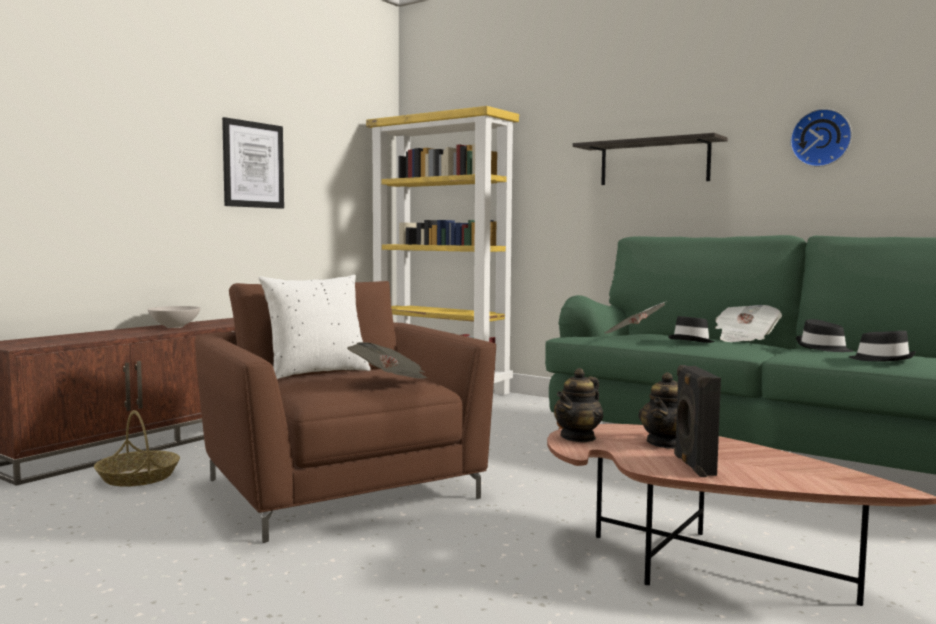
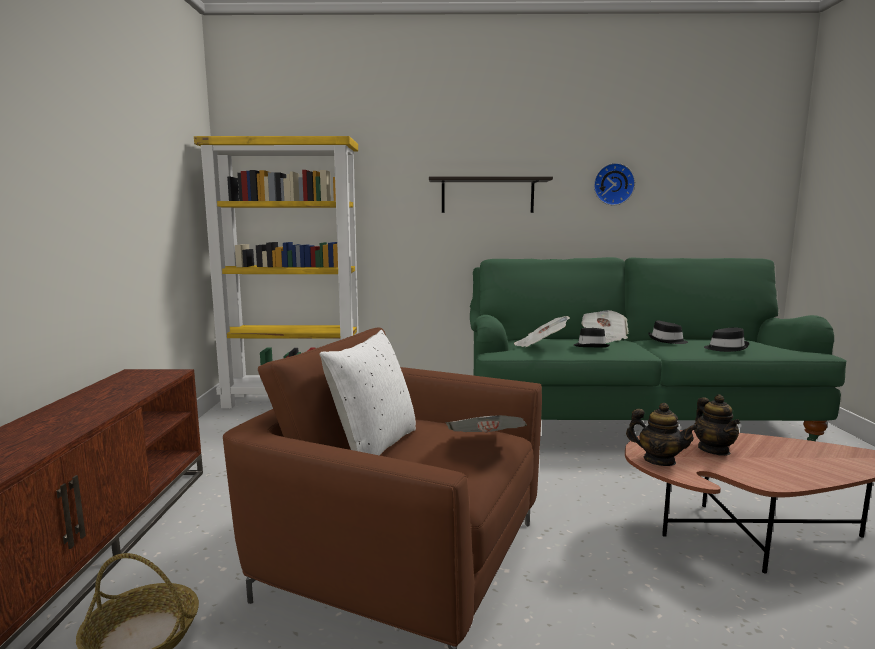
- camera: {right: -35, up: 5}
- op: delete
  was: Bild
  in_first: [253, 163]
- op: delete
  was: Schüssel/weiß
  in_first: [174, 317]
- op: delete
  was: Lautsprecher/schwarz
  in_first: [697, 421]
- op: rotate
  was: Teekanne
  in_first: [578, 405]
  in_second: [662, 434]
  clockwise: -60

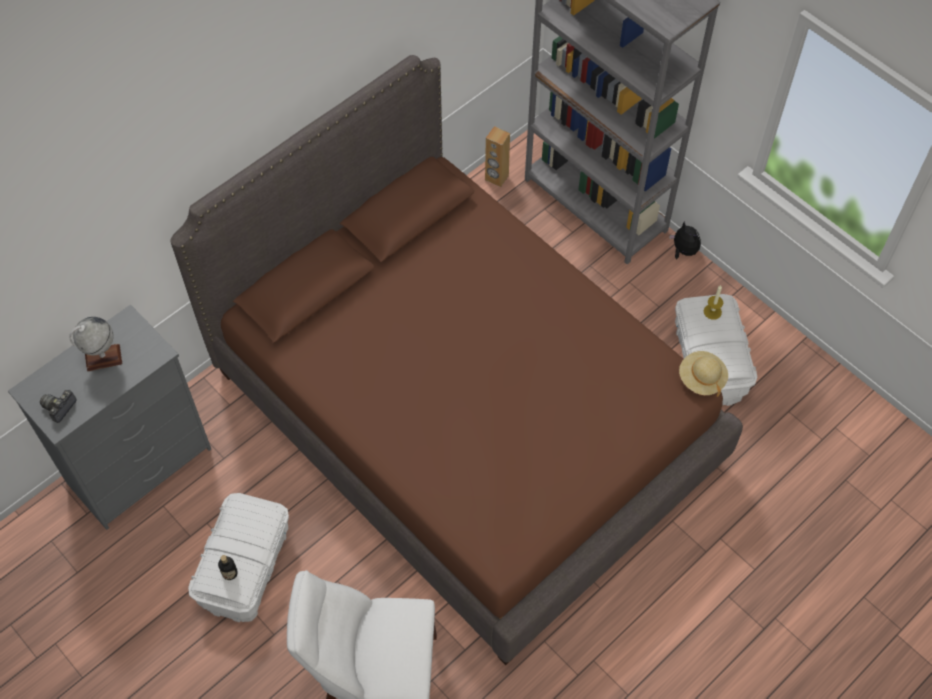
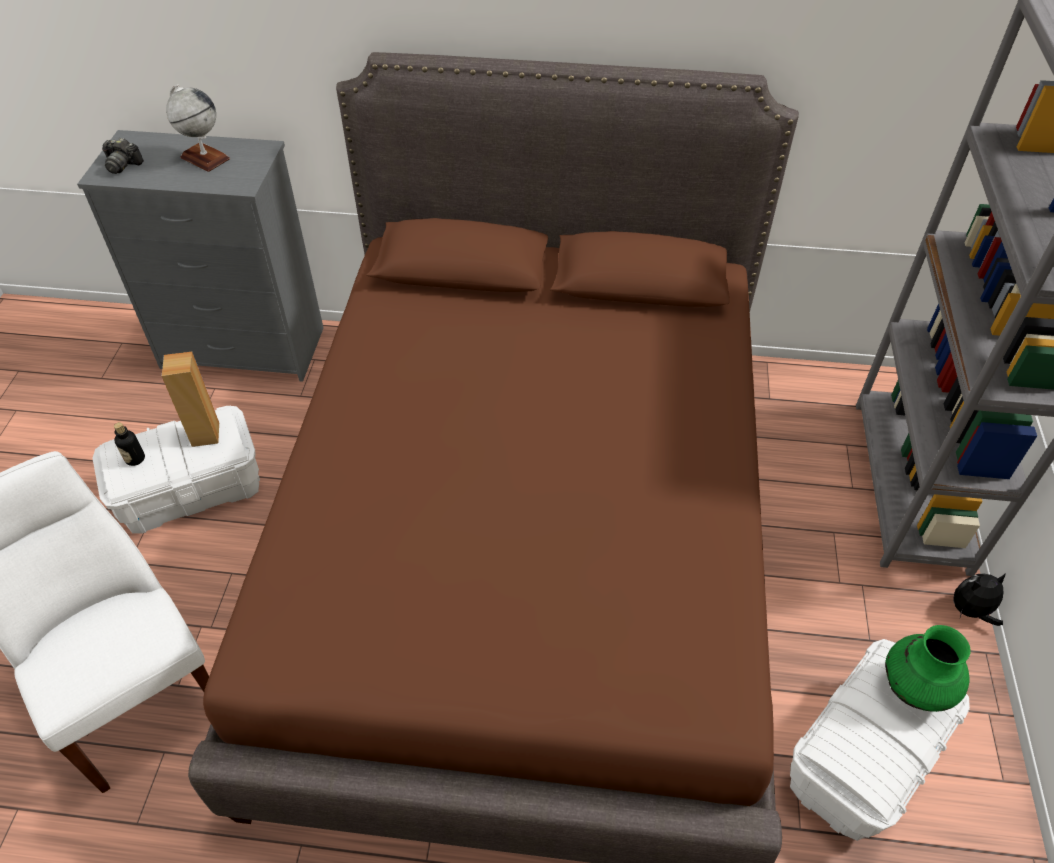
- camera: {right: 50, up: -10}
- op: move
  was: Lautsprecher/braun
  in_first: [497, 156]
  in_second: [190, 399]
- op: rotate
  was: Plüschtier
  in_first: [685, 240]
  in_second: [979, 599]
  clockwise: -120
- op: replace
  was: Kerze
  now: Vase/grün
  in_first: [713, 302]
  in_second: [928, 668]
- op: delete
  was: Hut/beige
  in_first: [703, 374]
- op: rotate
  was: Kamera
  in_first: [58, 406]
  in_second: [123, 156]
  clockwise: -150

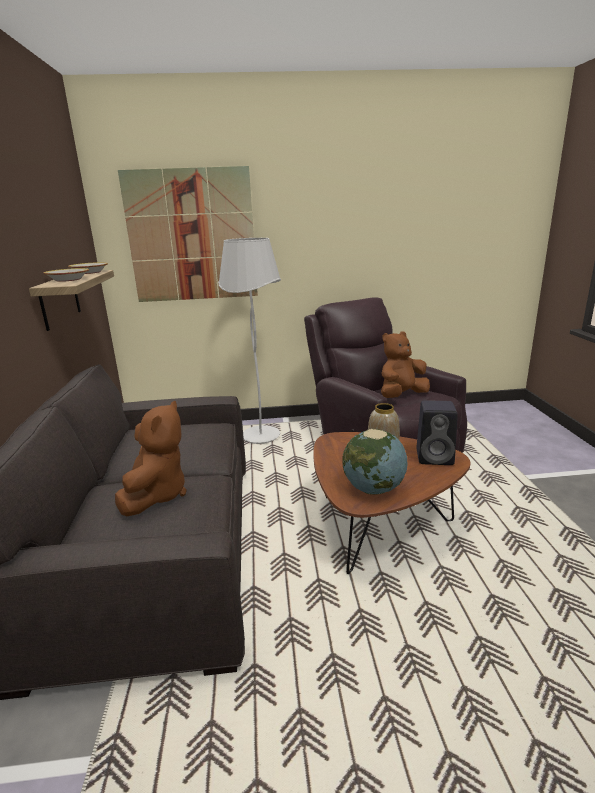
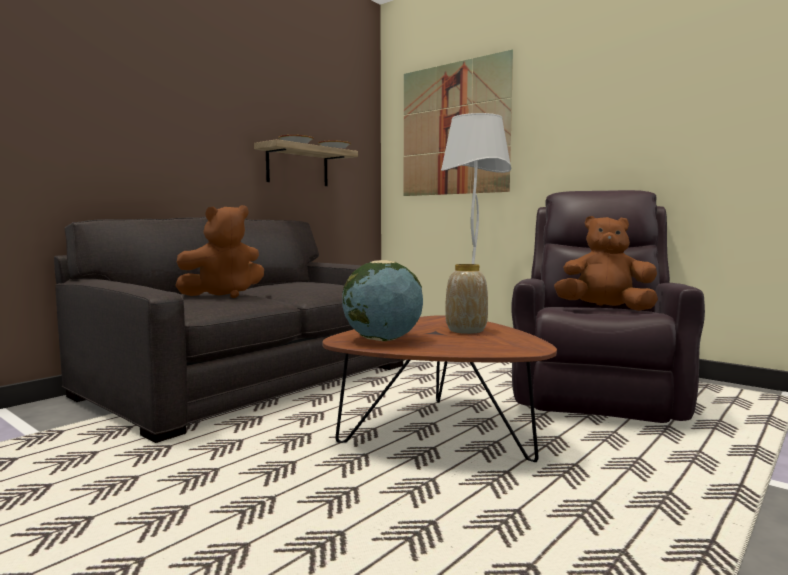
- camera: {right: 45, up: -15}
- op: delete
  was: Lautsprecher/schwarz
  in_first: [437, 432]

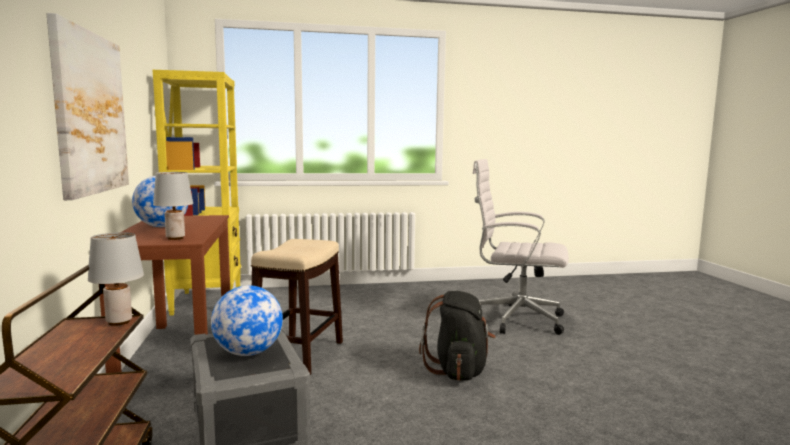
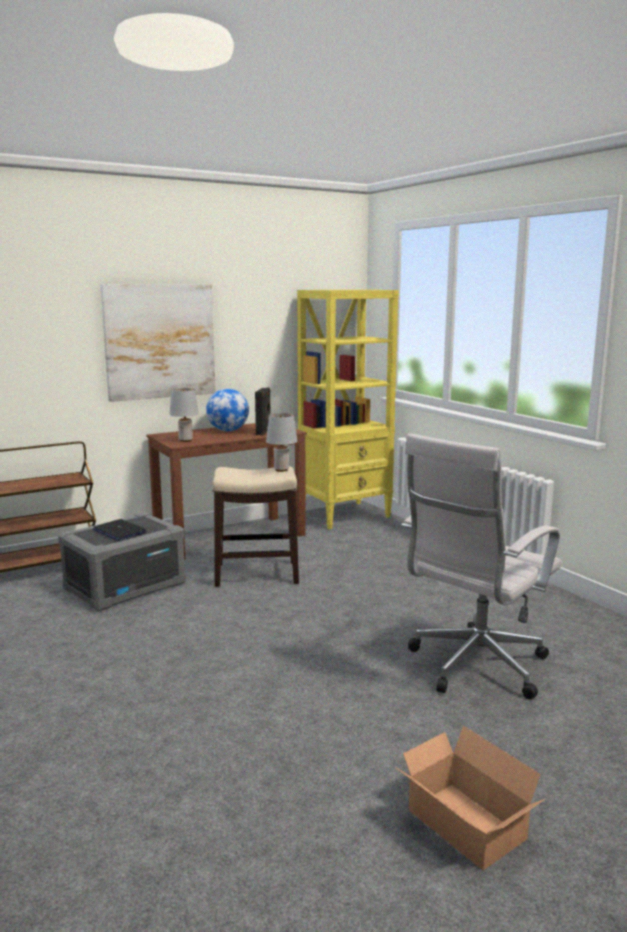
- camera: {right: 70, up: 5}
- op: rotate
  was: Bürostuhl/weiß
  in_first: [521, 247]
  in_second: [482, 566]
  clockwise: -135
- op: move
  was: Tischlampe/grau
  in_first: [116, 279]
  in_second: [281, 442]
- op: replace
  was: Globus
  now: Laptop
  in_first: [247, 320]
  in_second: [119, 530]
- op: delete
  was: Rucksack/schwarz
  in_first: [457, 336]
- op: insert
  now: Lautsprecher/schwarz
  in_second: [263, 412]
- op: insert
  now: Karton
  in_second: [470, 798]

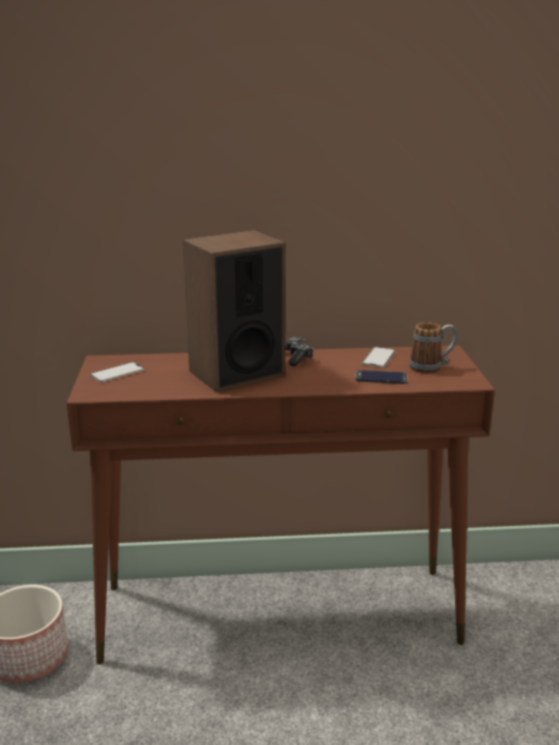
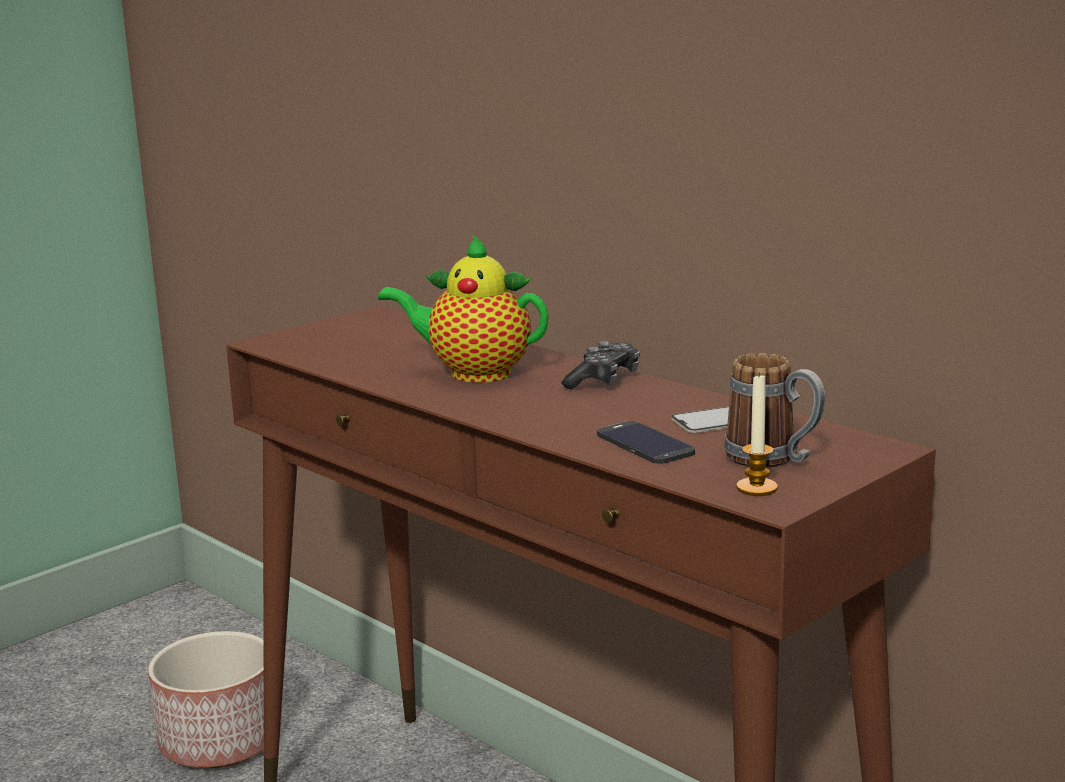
- camera: {right: 50, up: -5}
- op: replace
  was: Lautsprecher
  now: Teekanne
  in_first: [234, 311]
  in_second: [463, 309]
- op: delete
  was: Handy
  in_first: [117, 372]
- op: insert
  now: Kerze
  in_second: [757, 434]

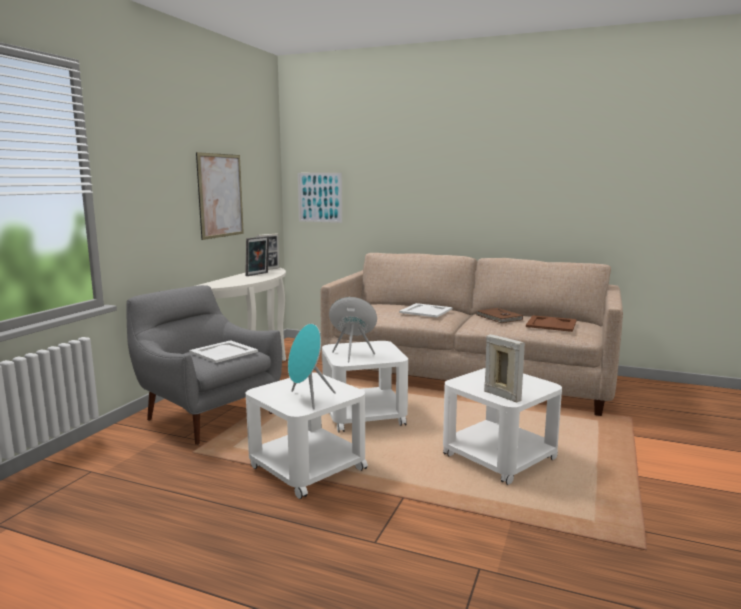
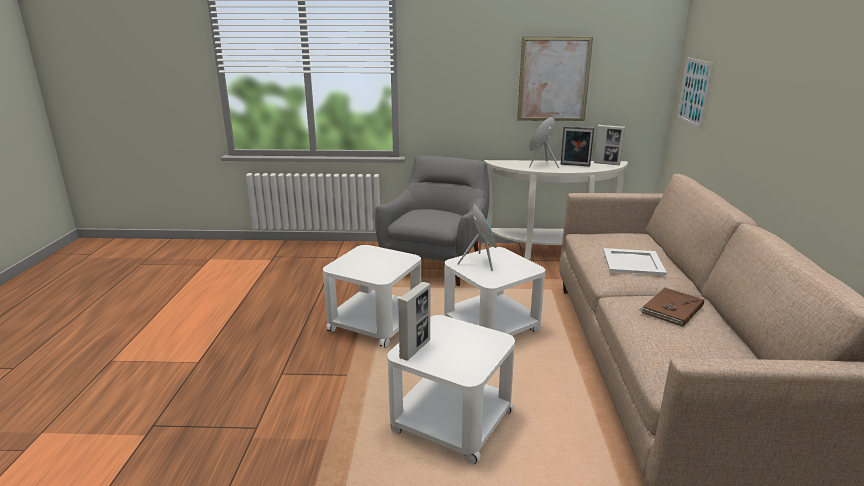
- camera: {right: 70, up: 10}
- op: delete
  was: Tablett/braun
  in_first: [551, 323]
- op: move
  was: Lautsprecher/türkis
  in_first: [312, 366]
  in_second: [544, 142]
- op: delete
  was: Tablett/weiß
  in_first: [223, 351]

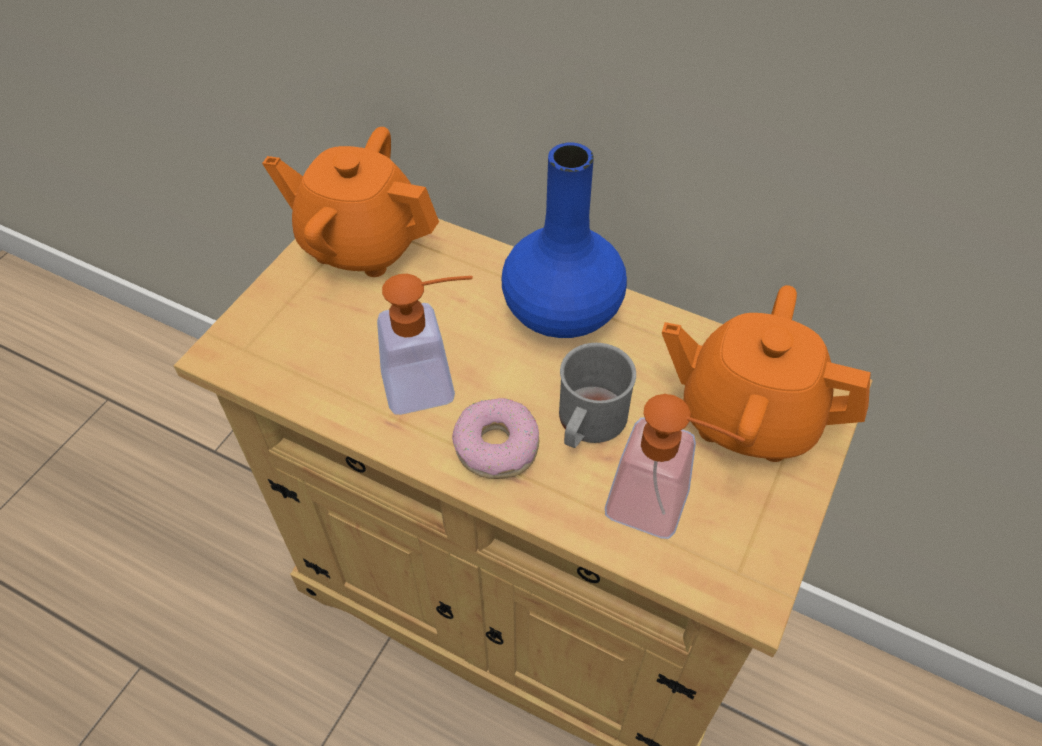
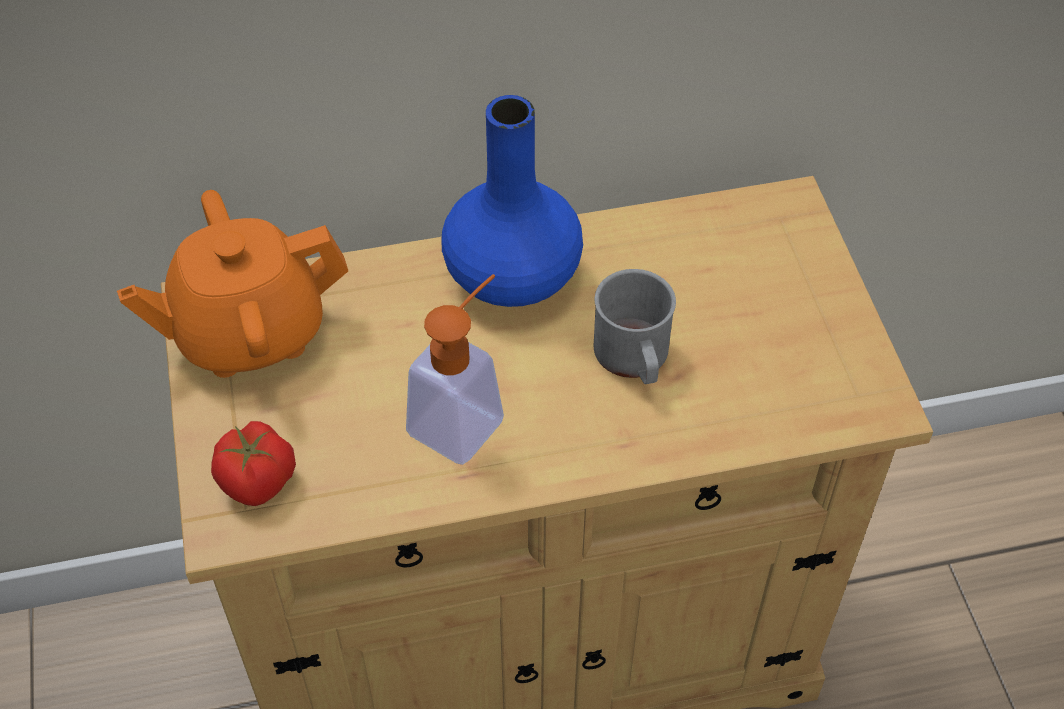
- camera: {right: -40, up: 0}
- op: delete
  was: Teekanne/orange
  in_first: [766, 373]
- op: delete
  was: Seifenspender
  in_first: [675, 466]
- op: delete
  was: Donut
  in_first: [495, 438]
- op: insert
  now: Tomate
  in_second: [253, 463]

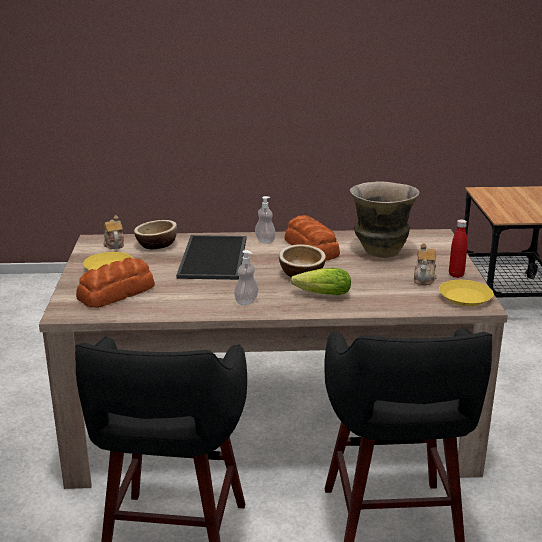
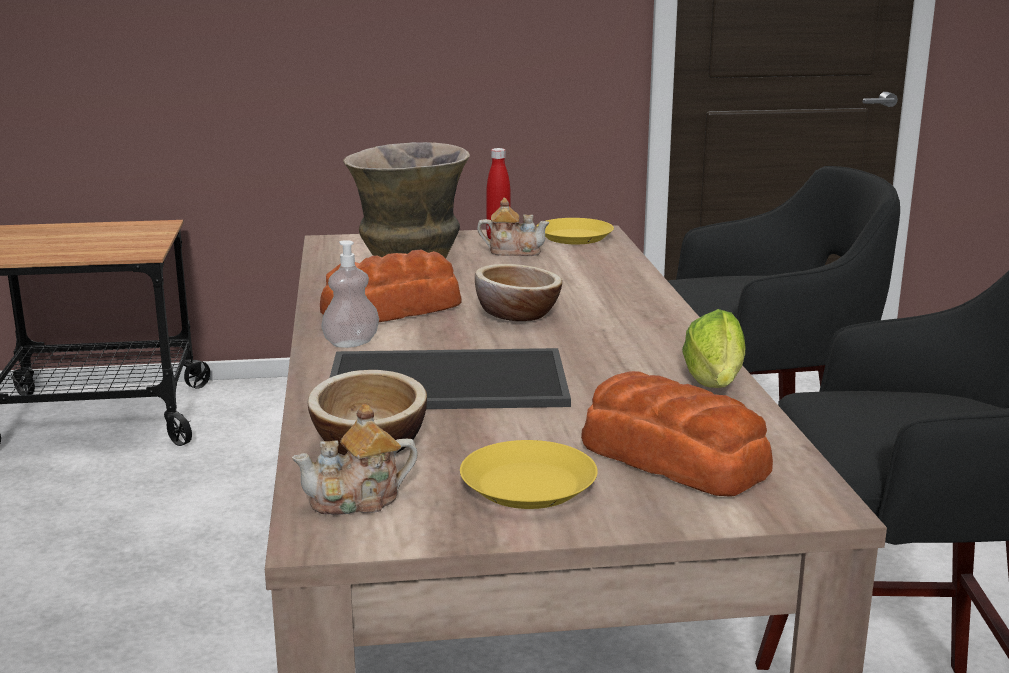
- camera: {right: -95, up: -5}
- op: delete
  was: Seifenspender
  in_first: [246, 277]
- op: move
  was: Salatkopf
  in_first: [321, 281]
  in_second: [713, 348]

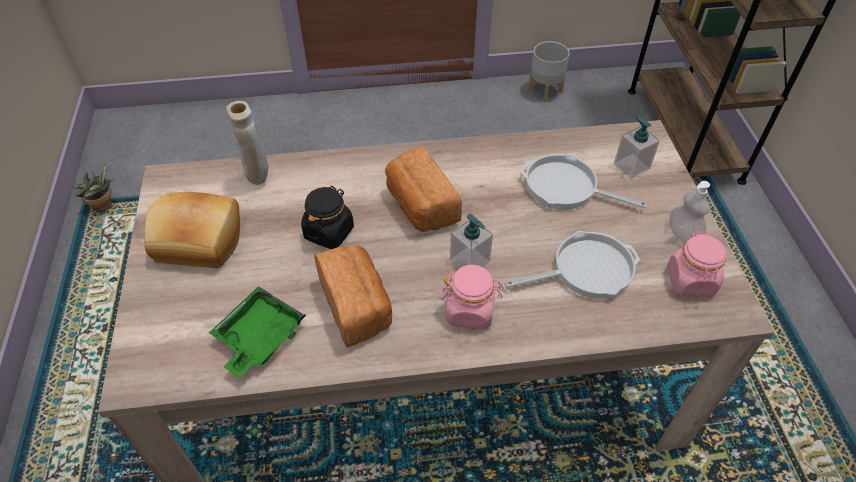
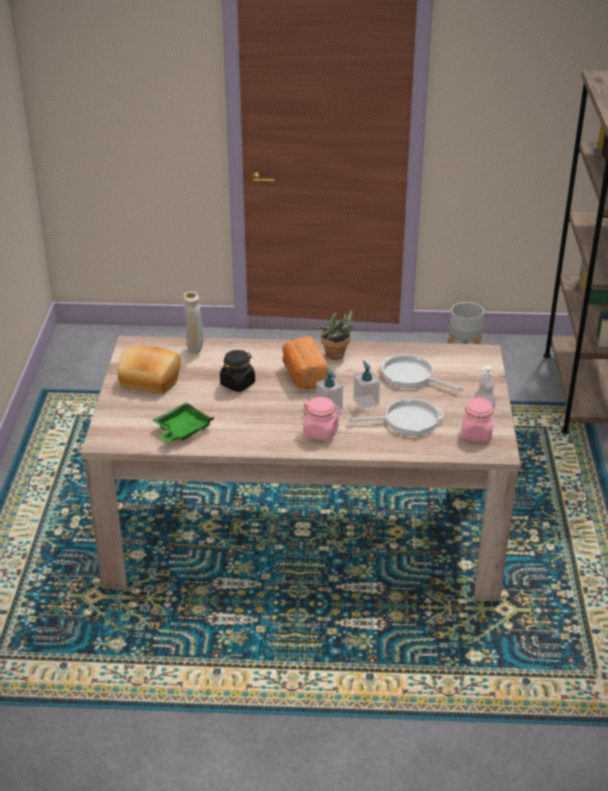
- camera: {right: 10, up: -15}
- op: move
  was: Seifenspender
  in_first: [637, 146]
  in_second: [366, 385]
- op: move
  was: Topfpflanze
  in_first: [93, 188]
  in_second: [338, 334]
- op: delete
  was: Brot
  in_first: [353, 296]

